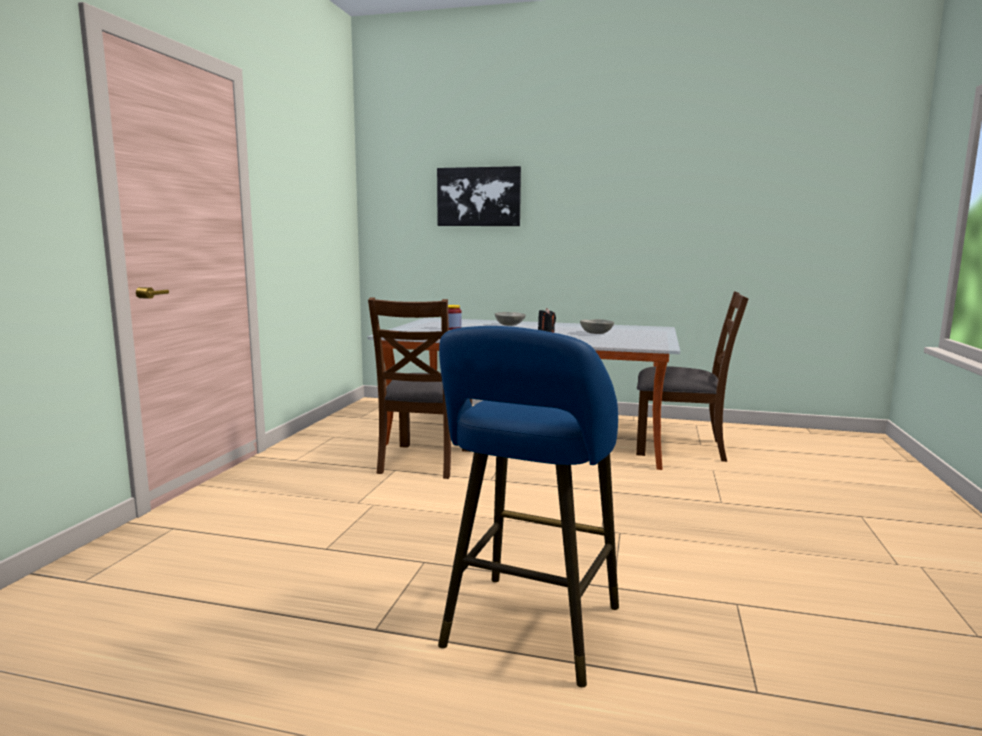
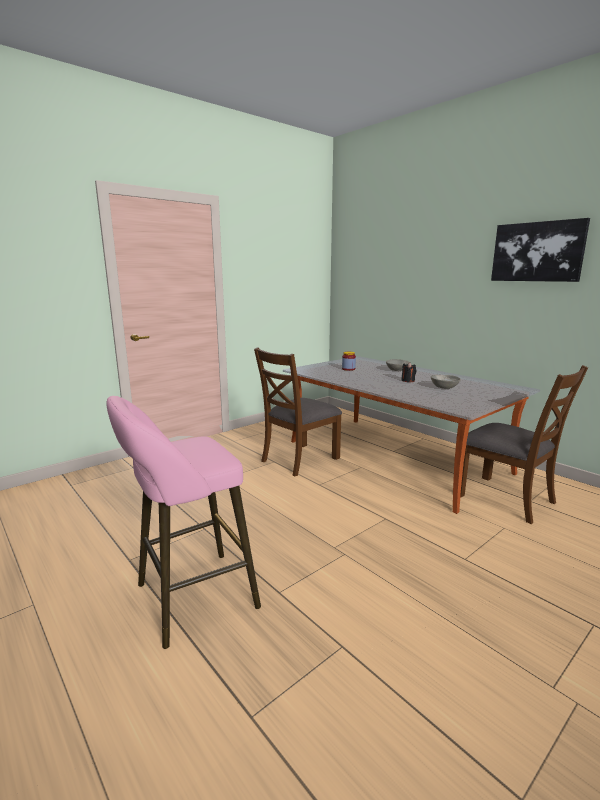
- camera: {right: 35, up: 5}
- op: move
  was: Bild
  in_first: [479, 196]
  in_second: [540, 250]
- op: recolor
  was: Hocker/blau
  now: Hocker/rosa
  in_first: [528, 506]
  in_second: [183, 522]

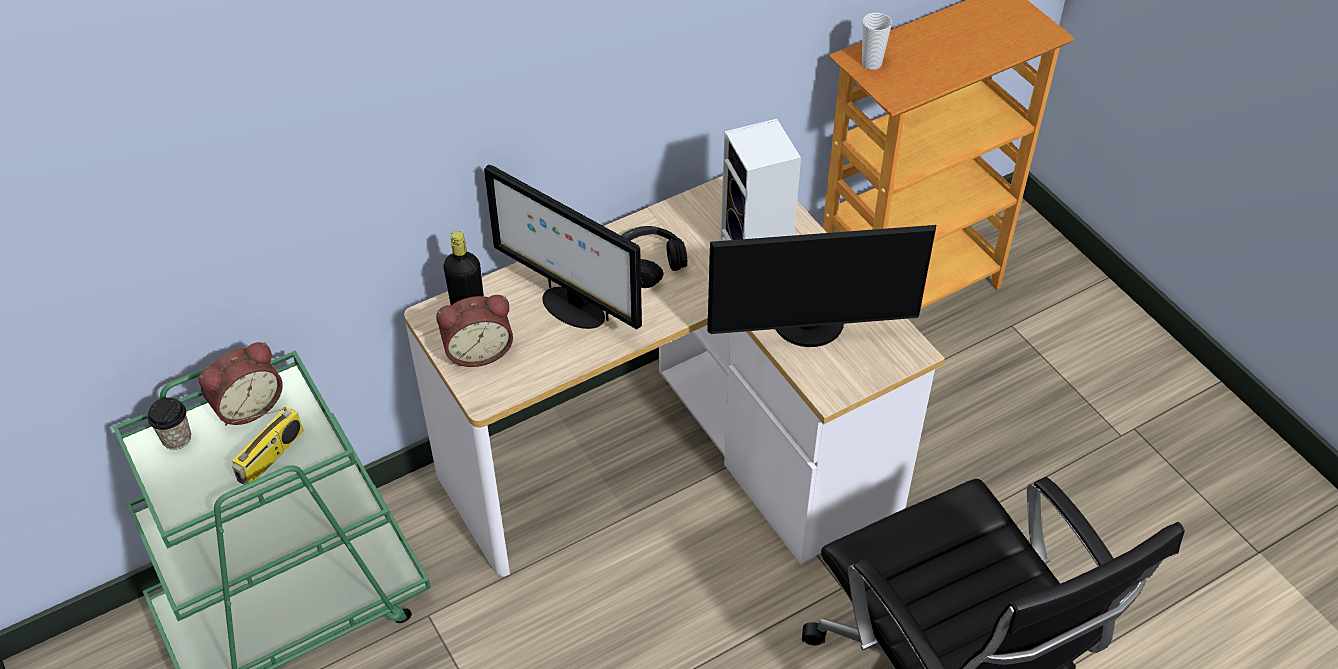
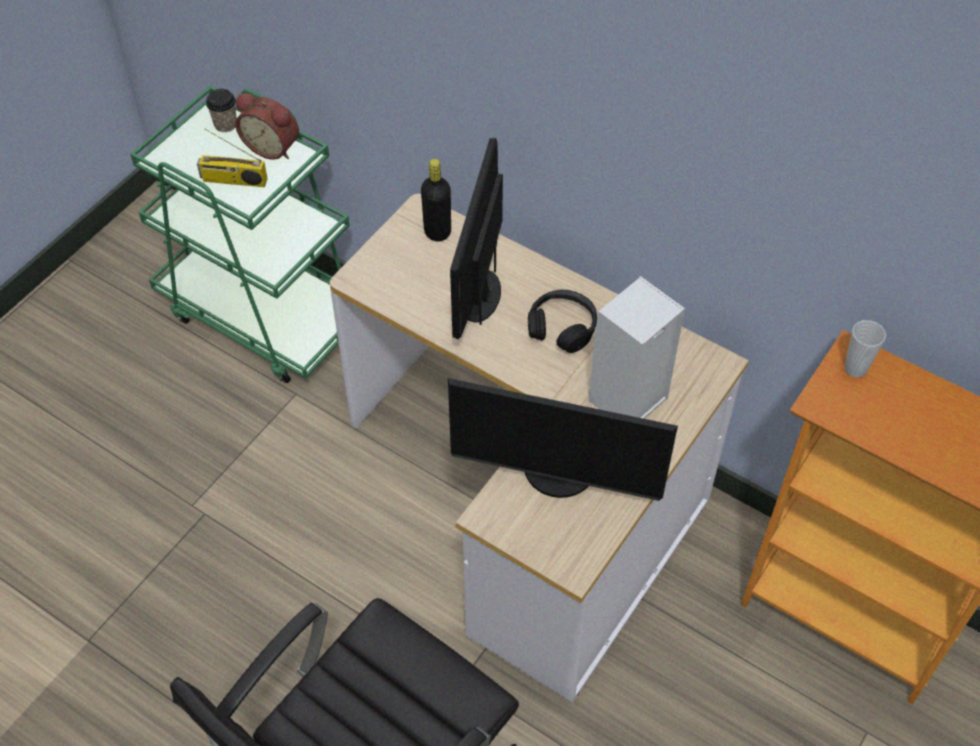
- camera: {right: 65, up: 5}
- op: rotate
  was: Monitor
  in_first: [821, 286]
  in_second: [563, 439]
  clockwise: -45
- op: delete
  was: Wecker
  in_first: [474, 331]

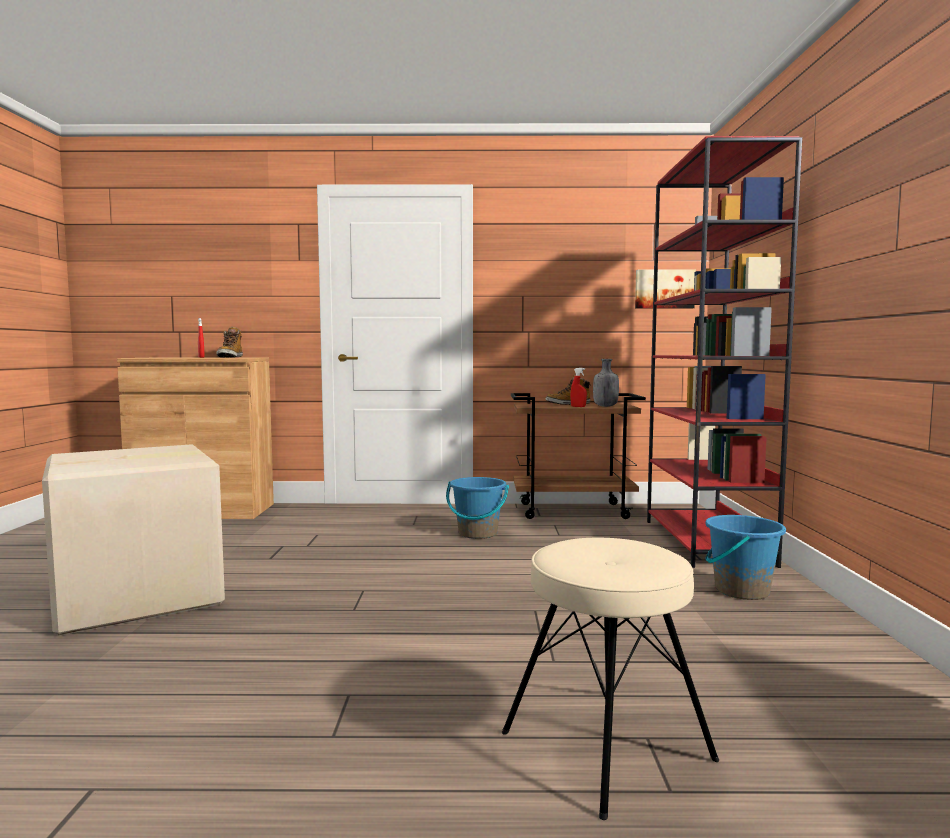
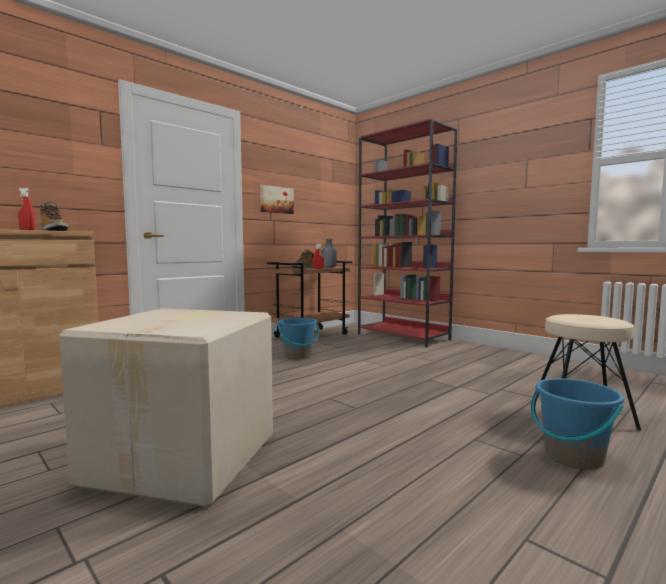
- camera: {right: -45, up: 0}
- op: move
  was: Bild
  in_first: [665, 289]
  in_second: [277, 199]
- op: move
  was: Eimer/blau
  in_first: [745, 557]
  in_second: [577, 424]

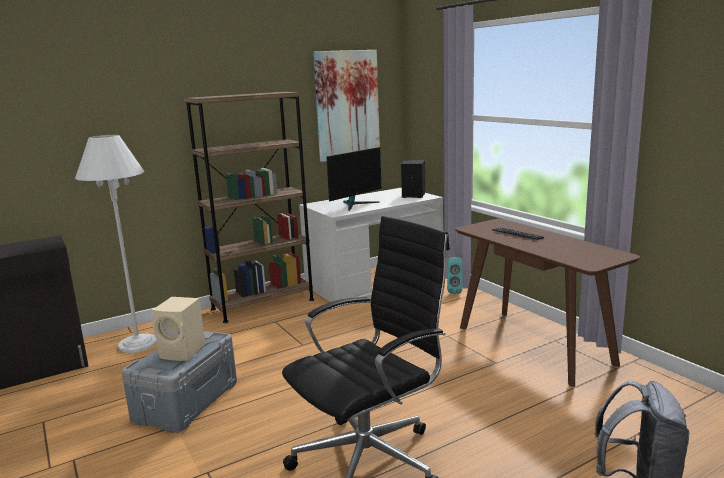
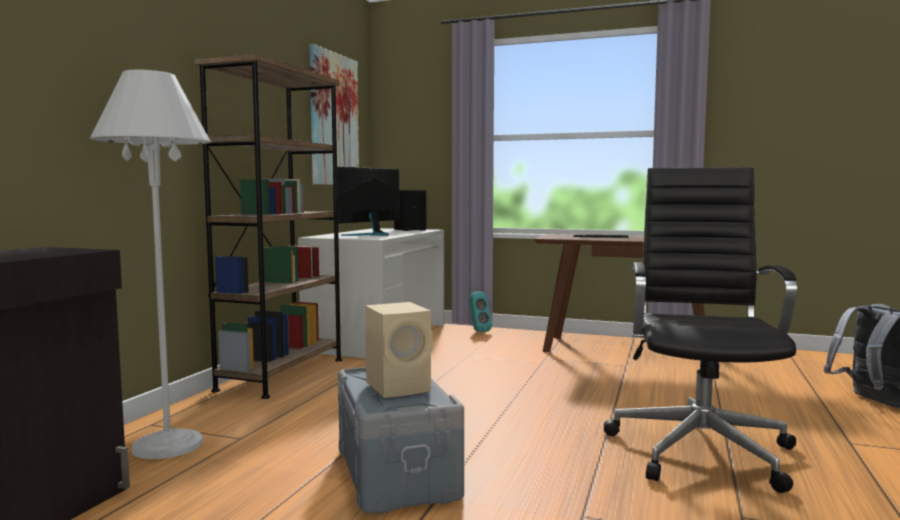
- camera: {right: -40, up: -10}
- op: rotate
  was: Monitor
  in_first: [354, 179]
  in_second: [368, 201]
  clockwise: -150

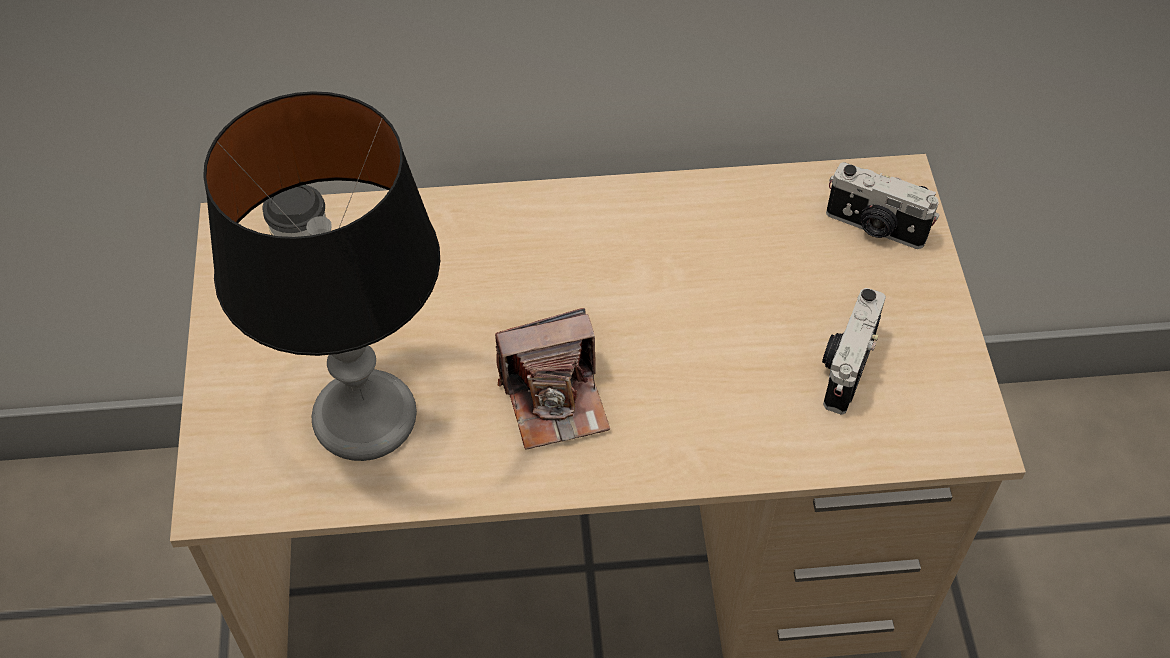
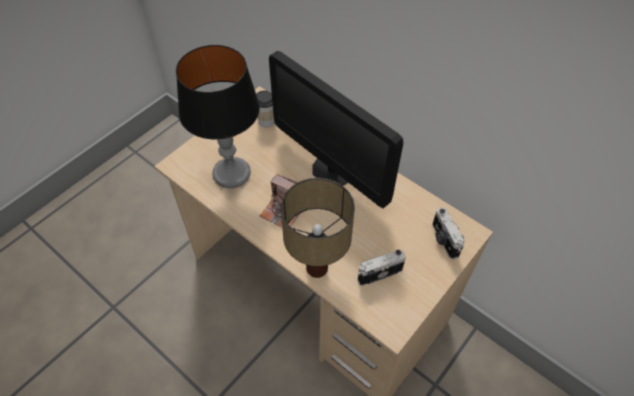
- camera: {right: 45, up: 0}
- op: insert
  now: Monitor
  in_second: [336, 130]
- op: insert
  now: Tischlampe
  in_second: [318, 228]

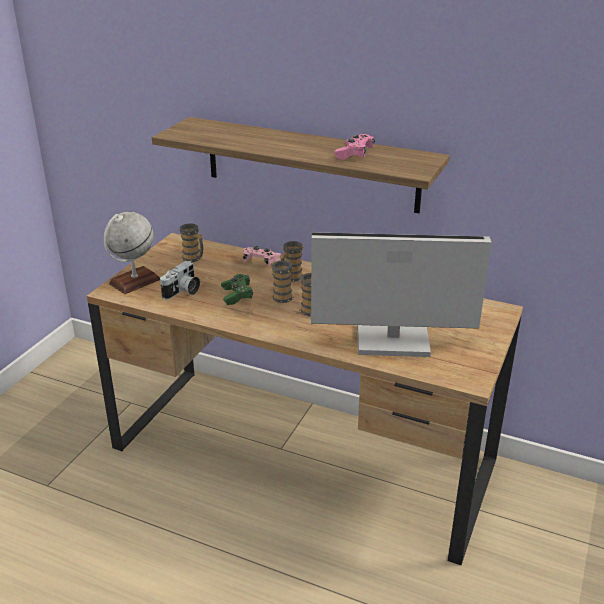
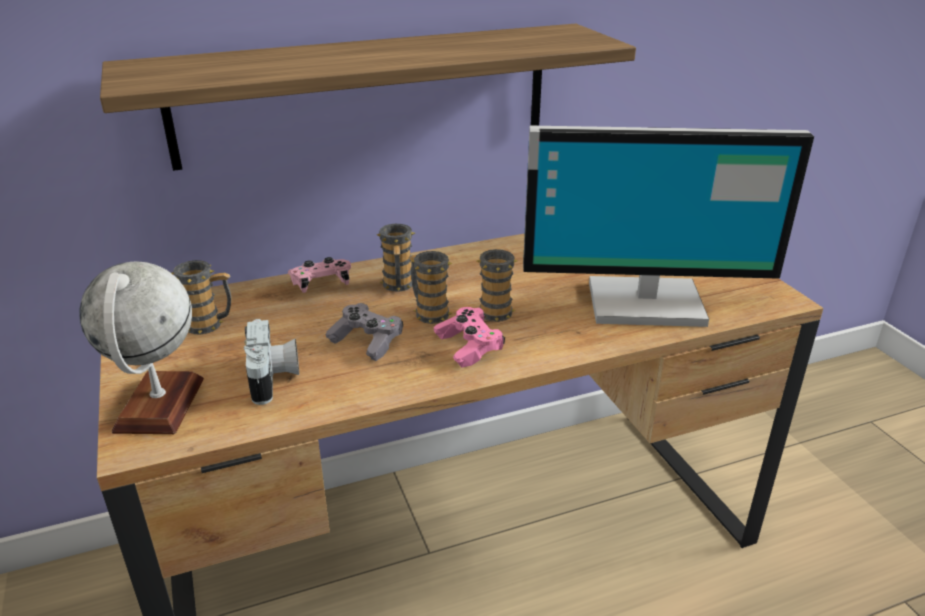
- camera: {right: -45, up: 0}
- op: move
  was: Gamepad/rosa
  in_first: [354, 147]
  in_second: [469, 337]
- op: rotate
  was: Monitor
  in_first: [401, 294]
  in_second: [668, 226]
  clockwise: -135
- op: recolor
  was: Gamepad/grün
  now: Gamepad/grau
  in_first: [237, 289]
  in_second: [364, 332]

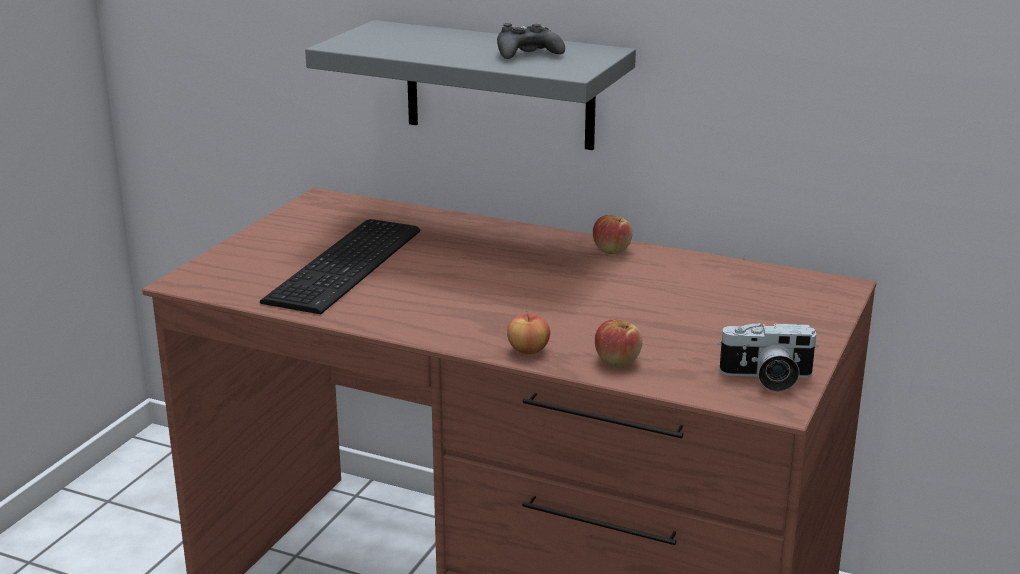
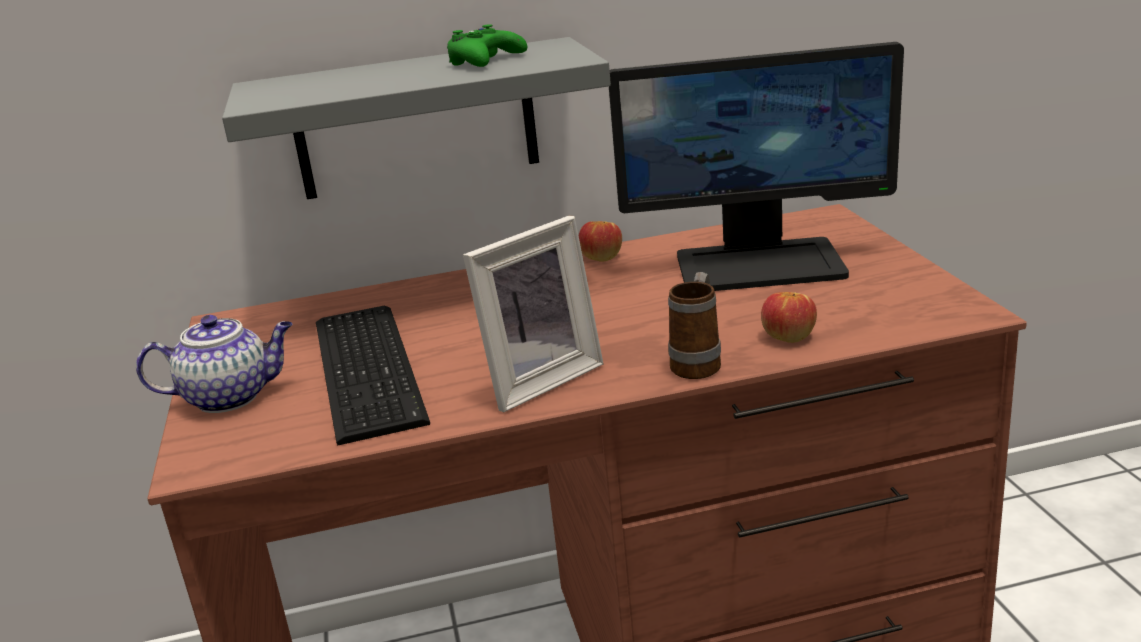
- camera: {right: -35, up: 0}
- op: recolor
  was: Gamepad/schwarz
  now: Gamepad/grün
  in_first: [531, 41]
  in_second: [487, 45]
- op: replace
  was: Apfel
  now: Henkelbecher
  in_first: [528, 332]
  in_second: [694, 325]
- op: delete
  was: Kamera
  in_first: [768, 357]
- op: insert
  now: Monitor
  in_second: [756, 166]
- op: insert
  now: Bilderrahmen
  in_second: [533, 314]
- op: insert
  now: Teekanne
  in_second: [214, 364]

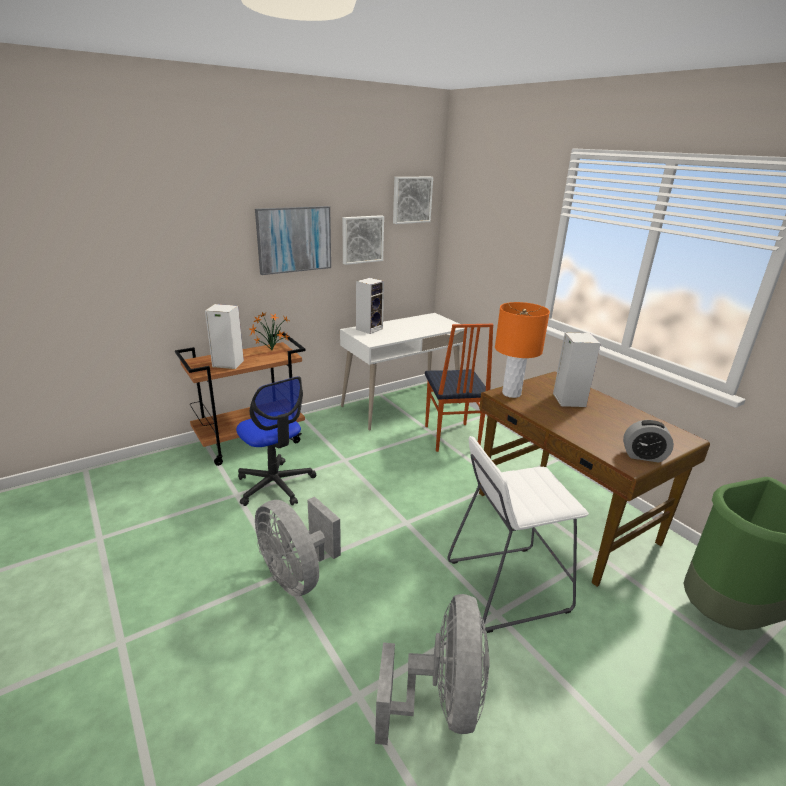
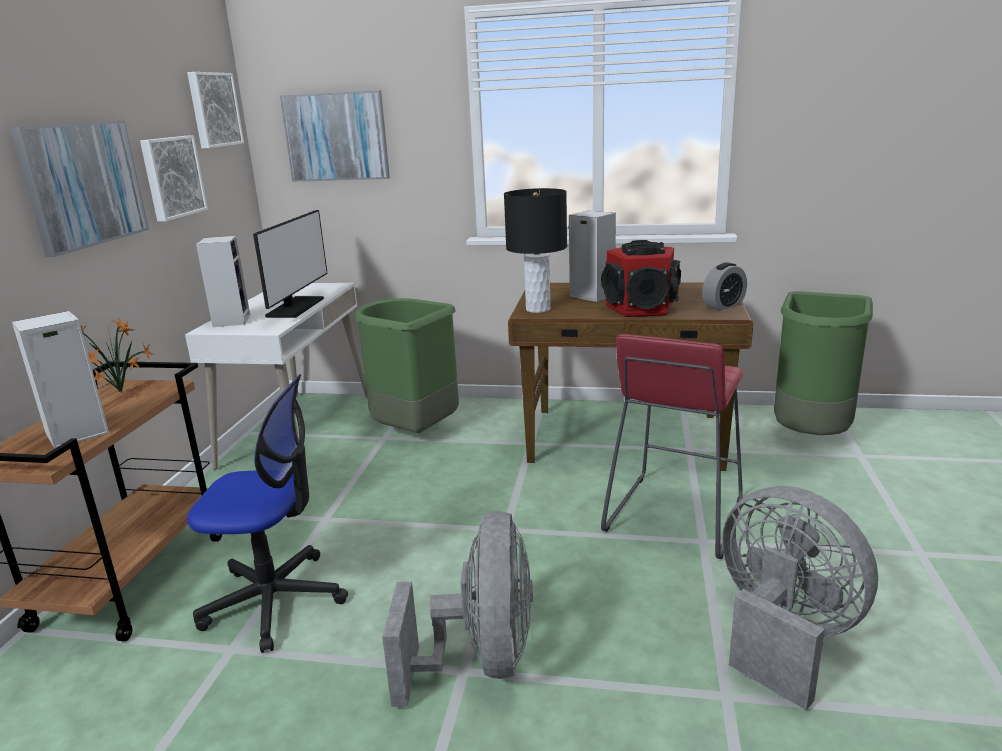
- camera: {right: -45, up: -5}
- op: recolor
  was: Tischlampe/orange
  now: Tischlampe/schwarz
  in_first: [522, 350]
  in_second: [535, 250]
- op: replace
  was: Stuhl
  now: Mülleimer/grün
  in_first: [459, 388]
  in_second: [407, 365]
- op: recolor
  was: Hocker/weiß
  now: Hocker/rot
  in_first: [518, 534]
  in_second: [672, 446]
- op: rotate
  was: Ventilator/grau
  in_first: [298, 547]
  in_second: [457, 609]
  clockwise: -90
- op: insert
  now: Bild
  in_second: [335, 136]
- op: insert
  now: Monitor
  in_second: [290, 264]
- op: insert
  now: Lautsprecher
  in_second: [641, 278]

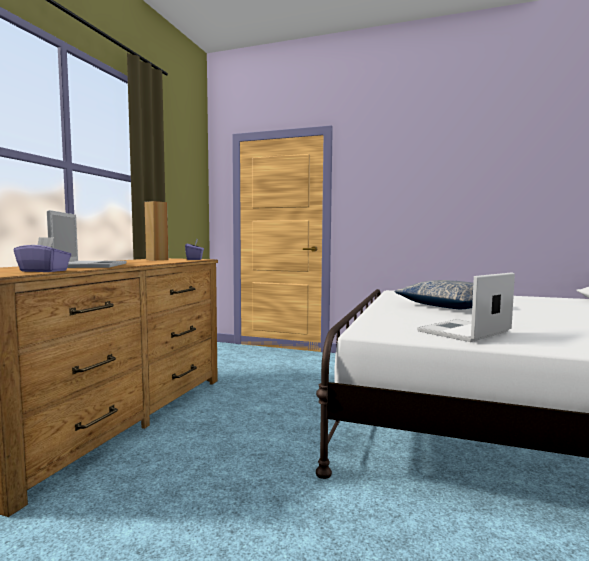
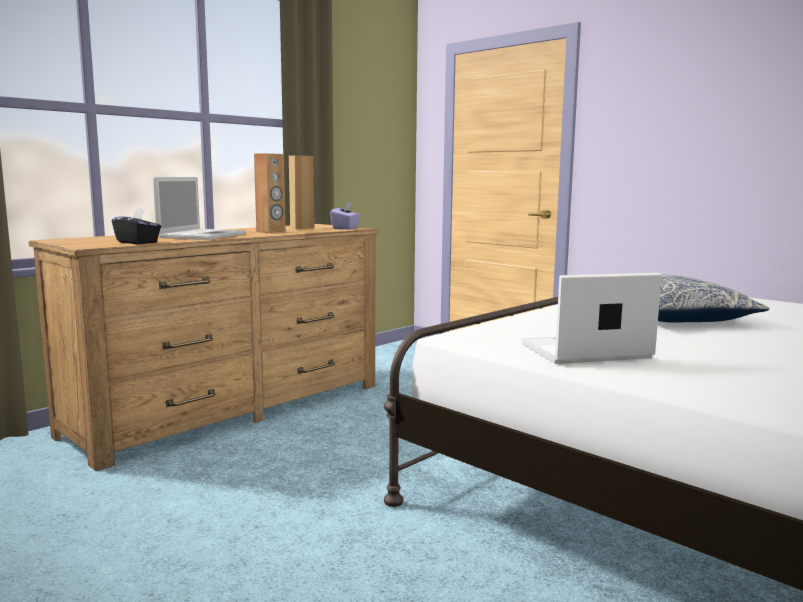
- camera: {right: 25, up: 5}
- op: recolor
  was: Taschentuchbox/lila
  now: Taschentuchbox/schwarz
  in_first: [42, 254]
  in_second: [136, 226]
- op: insert
  now: Lautsprecher/braun
  in_second: [270, 193]

